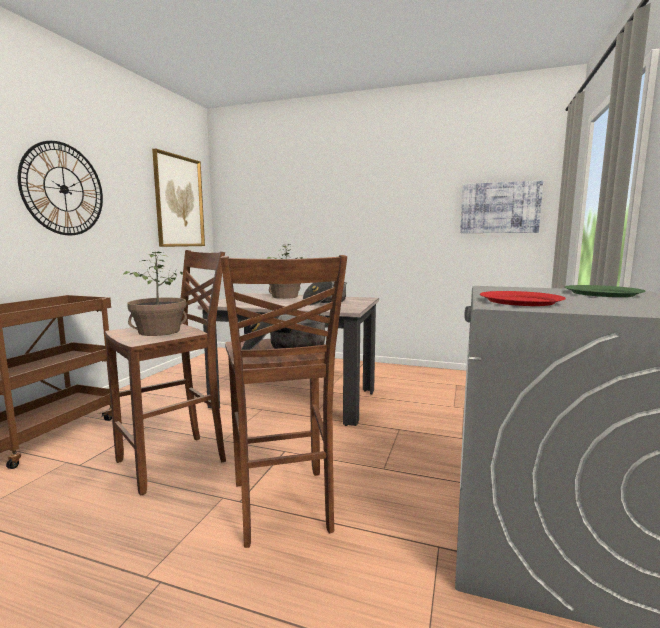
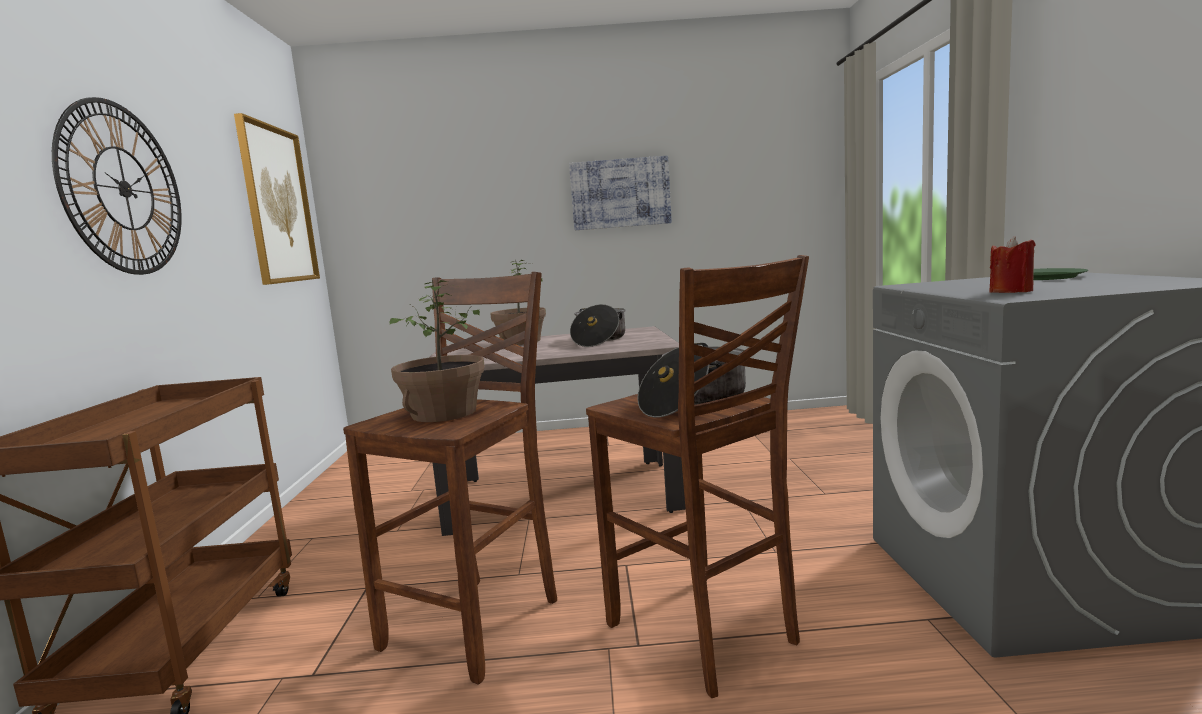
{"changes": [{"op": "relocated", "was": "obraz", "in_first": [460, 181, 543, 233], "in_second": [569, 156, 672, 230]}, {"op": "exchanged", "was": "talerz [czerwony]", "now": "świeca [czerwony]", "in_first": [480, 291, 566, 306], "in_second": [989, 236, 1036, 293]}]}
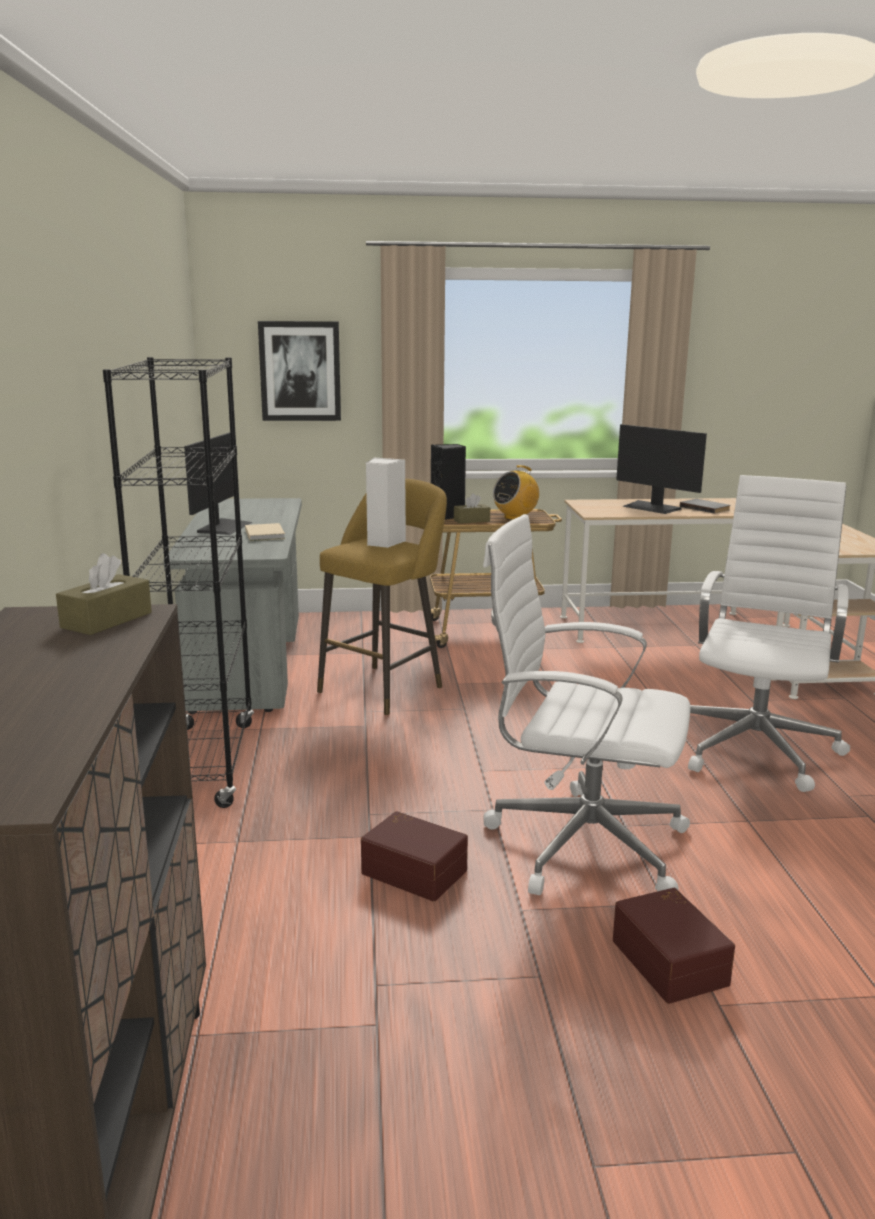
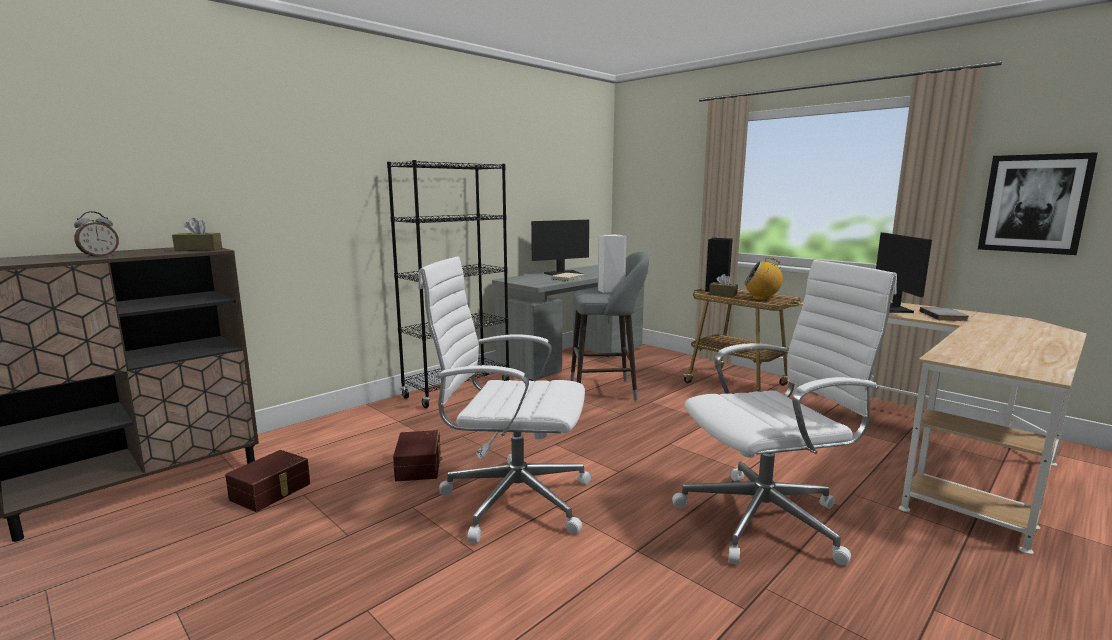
{"changes": [{"op": "relocated", "was": "obraz", "in_first": [258, 321, 341, 421], "in_second": [978, 152, 1098, 255]}, {"op": "colour", "was": "stołek [żółty]", "now": "stołek [szary]", "in_first": [317, 479, 447, 715], "in_second": [570, 252, 649, 401]}, {"op": "spun", "was": "krzesło biurowe [biały]", "in_first": [483, 514, 691, 895], "in_second": [418, 256, 592, 543], "clockwise": -60}, {"op": "relocated", "was": "pojemnik do przechowywania [brązowy]", "in_first": [613, 888, 735, 1004], "in_second": [225, 450, 310, 512]}, {"op": "appeared", "now": "budzik", "in_second": [74, 211, 119, 258]}]}
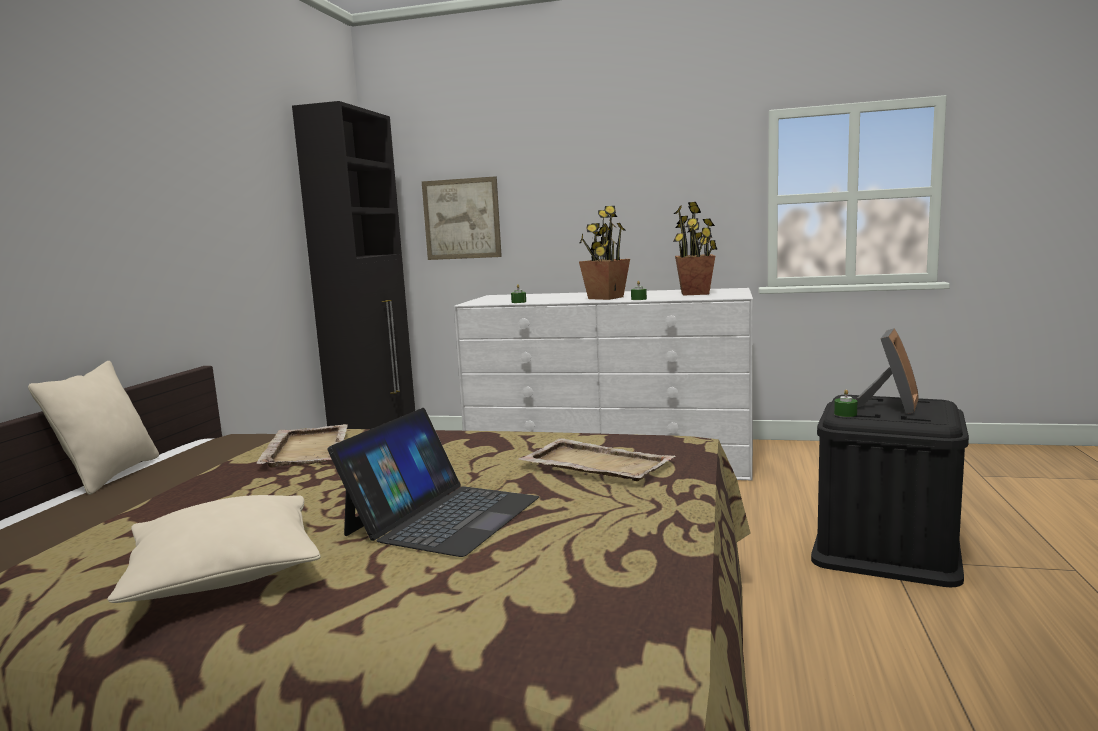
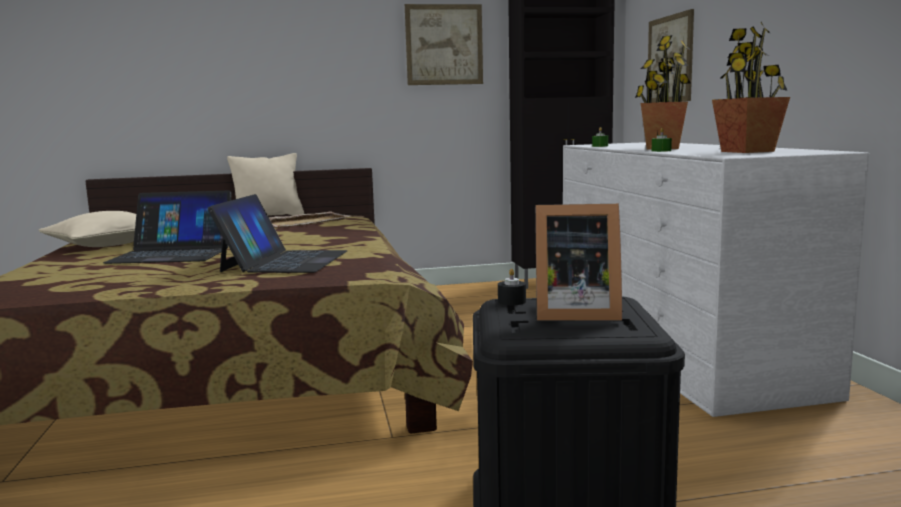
{"changes": [{"op": "exchanged", "was": "taca [beżowy]", "now": "laptop", "in_first": [518, 438, 676, 481], "in_second": [208, 194, 347, 273]}, {"op": "colour", "was": "świeca [zielony]", "now": "świeca [czarny]", "in_first": [834, 389, 857, 417], "in_second": [498, 269, 526, 305]}, {"op": "appeared", "now": "obraz", "in_second": [405, 4, 483, 85]}]}
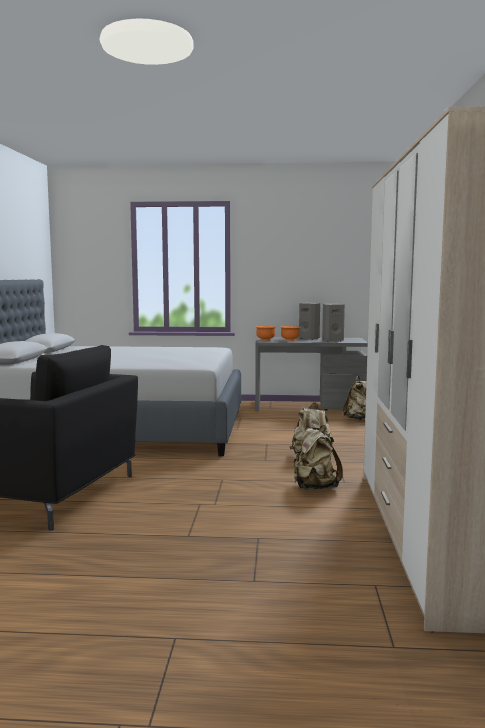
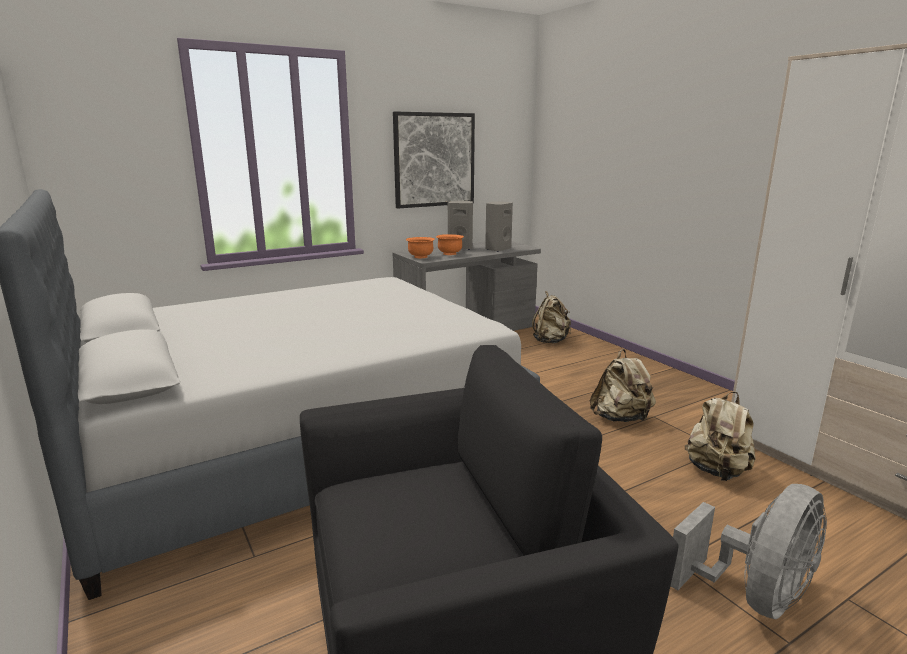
{"changes": [{"op": "appeared", "now": "obraz", "in_second": [393, 112, 475, 209]}, {"op": "appeared", "now": "wentylator [szary]", "in_second": [671, 484, 827, 619]}]}
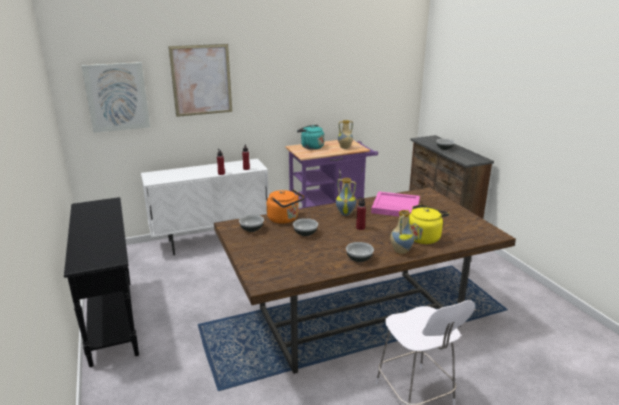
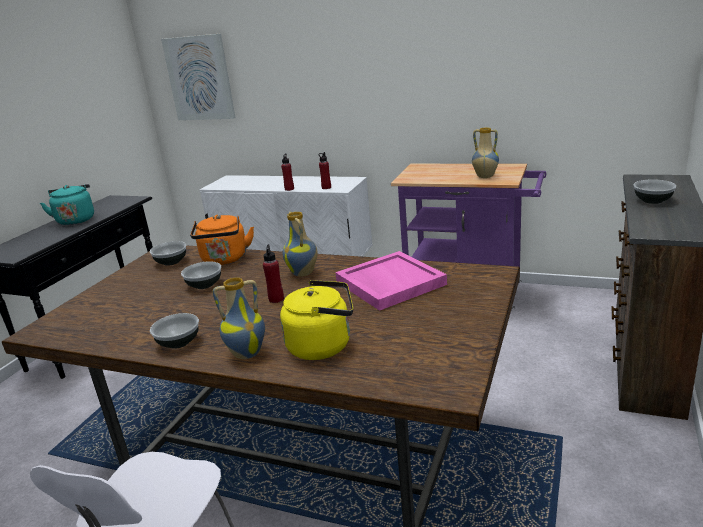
{"changes": [{"op": "missing", "was": "obraz", "in_first": [168, 44, 232, 117]}, {"op": "relocated", "was": "czajnik [turkusowy]", "in_first": [297, 125, 324, 150], "in_second": [40, 184, 94, 225]}]}
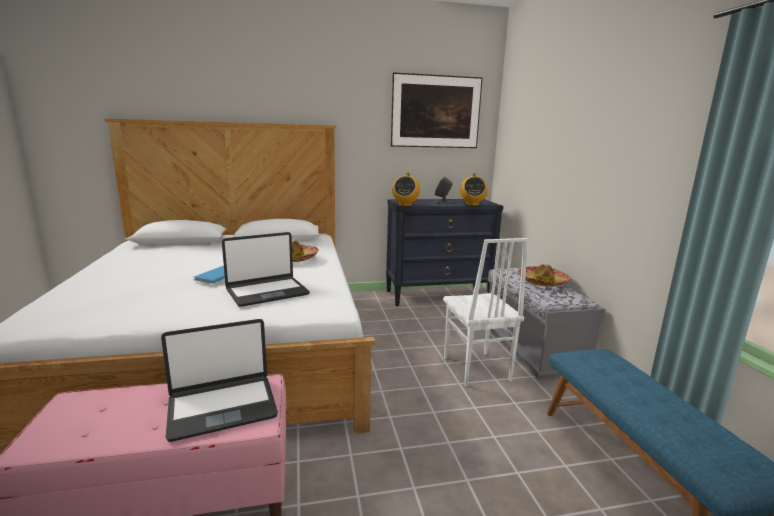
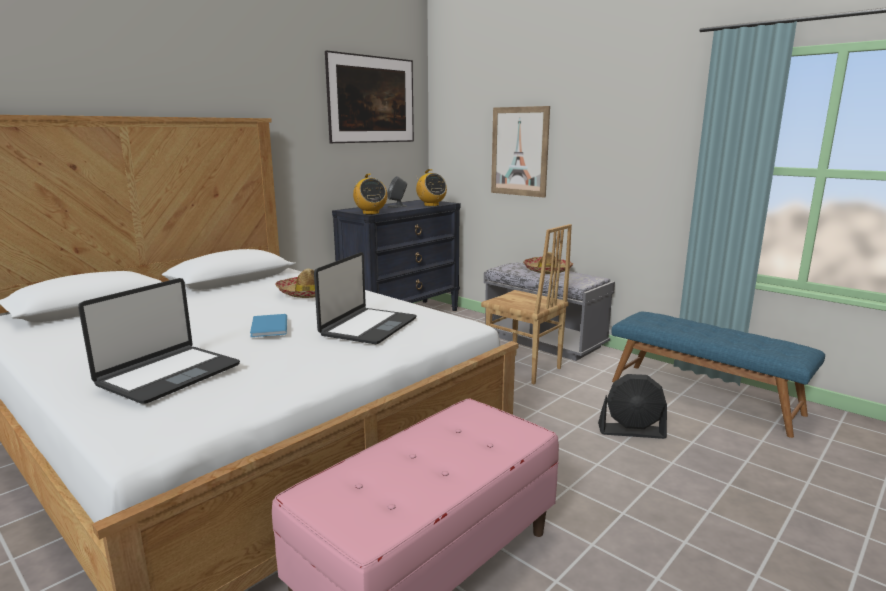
{"changes": [{"op": "relocated", "was": "laptop", "in_first": [161, 319, 278, 442], "in_second": [78, 278, 240, 404]}, {"op": "colour", "was": "krzesło [biały]", "now": "krzesło [brązowy]", "in_first": [443, 238, 528, 387], "in_second": [481, 224, 572, 384]}, {"op": "appeared", "now": "obraz", "in_second": [491, 106, 550, 198]}, {"op": "appeared", "now": "wentylator [czarny]", "in_second": [598, 374, 667, 439]}]}
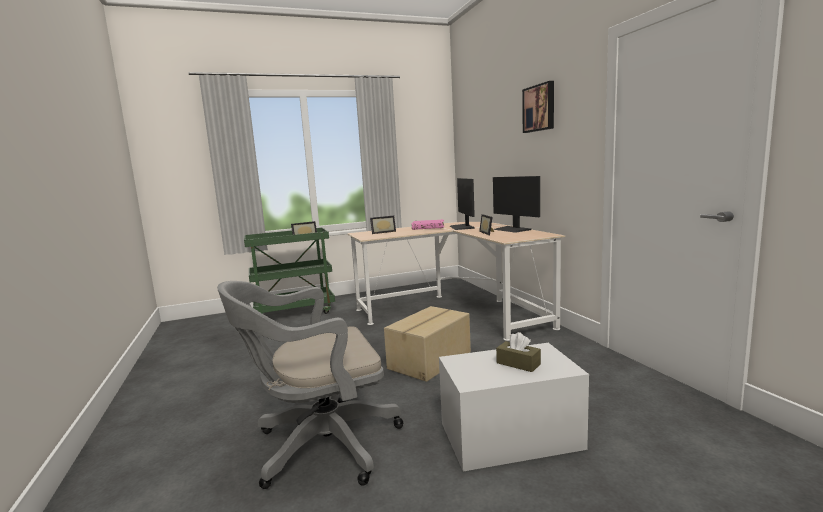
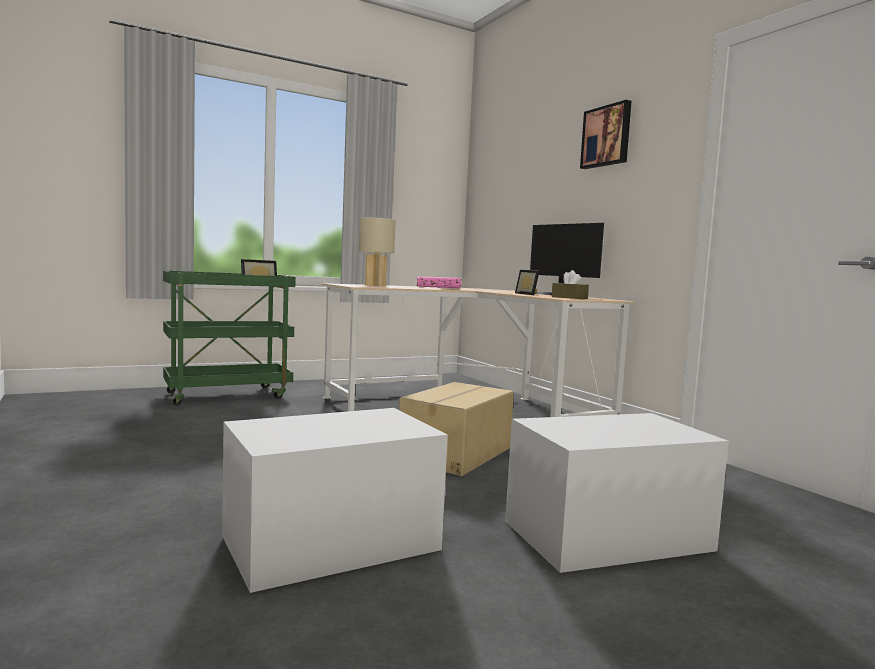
{"changes": [{"op": "exchanged", "was": "krzesło biurowe [szary]", "now": "pojemnik do przechowywania [biały]", "in_first": [217, 281, 403, 489], "in_second": [222, 408, 448, 593]}, {"op": "exchanged", "was": "ramka na zdjęcie", "now": "lampa stołowa [beżowy]", "in_first": [370, 216, 396, 234], "in_second": [359, 218, 396, 286]}, {"op": "missing", "was": "monitor", "in_first": [449, 178, 475, 230]}, {"op": "relocated", "was": "pudełko chusteczek [brązowy]", "in_first": [496, 332, 541, 372], "in_second": [552, 270, 589, 299]}]}
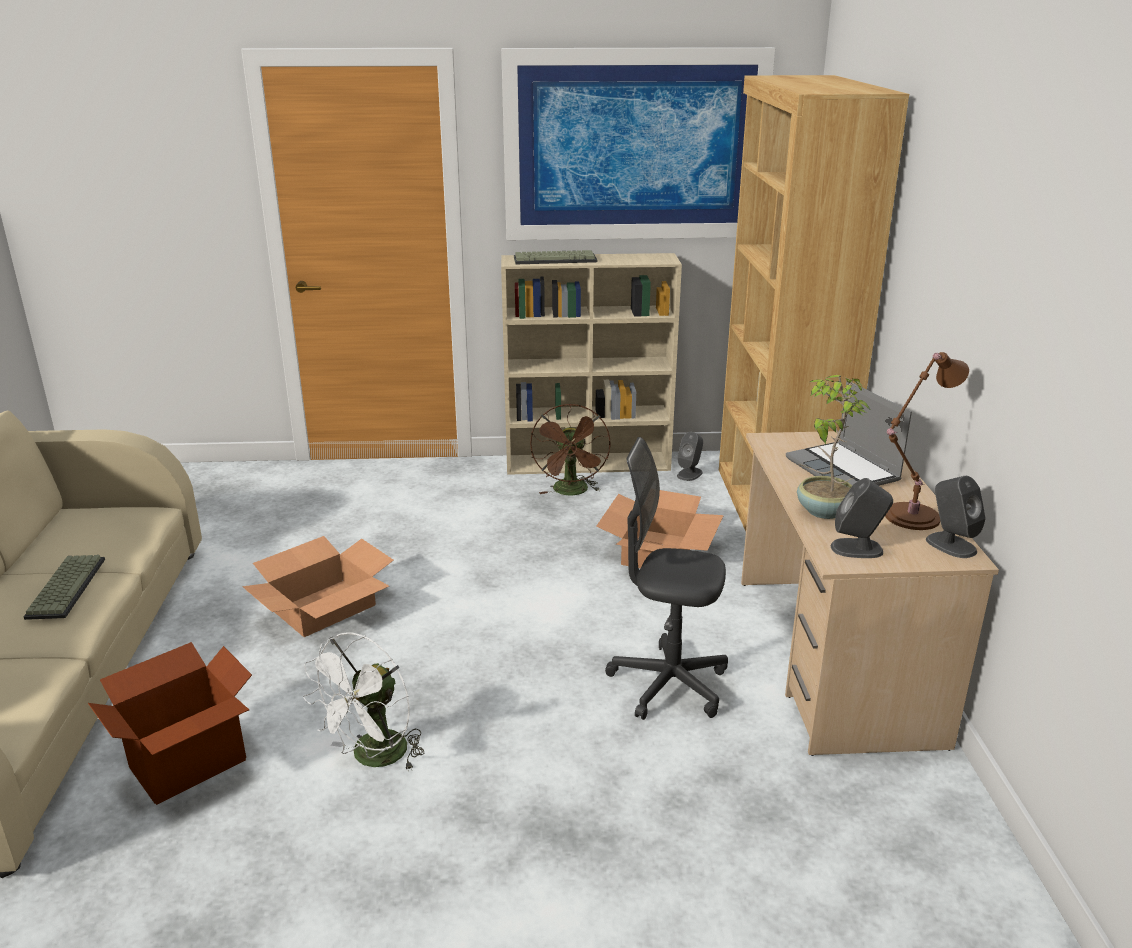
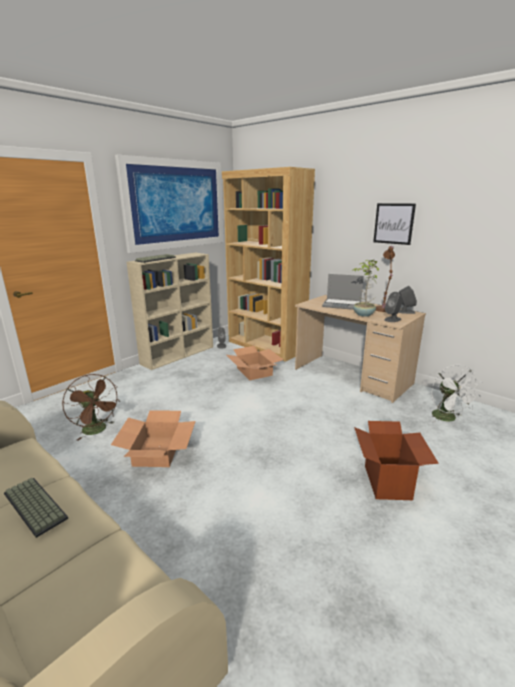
{"changes": [{"op": "relocated", "was": "karton", "in_first": [88, 642, 252, 805], "in_second": [354, 421, 439, 500]}, {"op": "relocated", "was": "wentylator [biały]", "in_first": [303, 632, 424, 772], "in_second": [432, 364, 481, 423]}, {"op": "relocated", "was": "wentylator [brązowy]", "in_first": [530, 404, 610, 496], "in_second": [62, 374, 120, 441]}, {"op": "missing", "was": "krzesło biurowe [szary]", "in_first": [605, 437, 728, 720]}, {"op": "appeared", "now": "obraz", "in_second": [373, 203, 416, 245]}]}
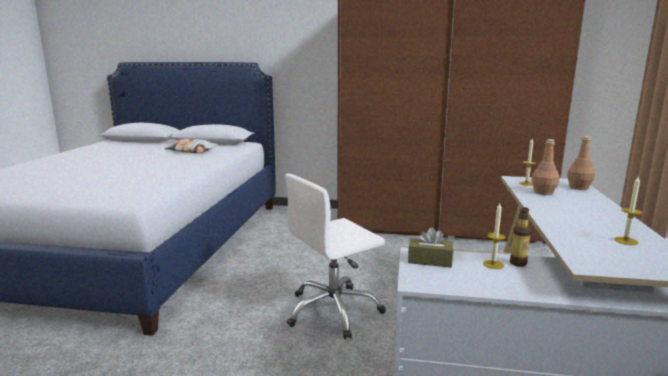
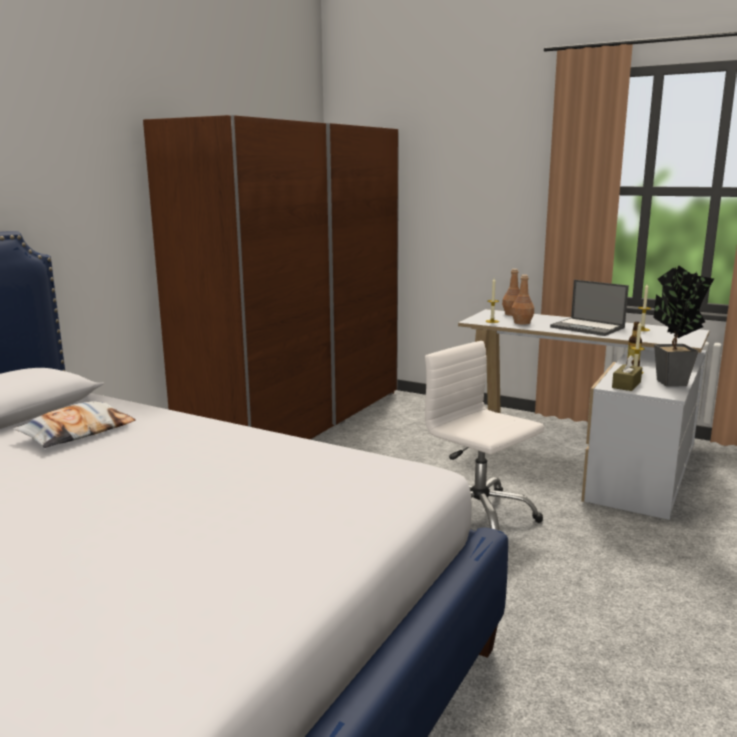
{"changes": [{"op": "spun", "was": "krzesło biurowe [biały]", "in_first": [285, 173, 386, 339], "in_second": [425, 341, 544, 530], "clockwise": 150}, {"op": "appeared", "now": "laptop", "in_second": [550, 280, 629, 336]}, {"op": "appeared", "now": "roślina doniczkowa", "in_second": [654, 266, 714, 387]}]}
